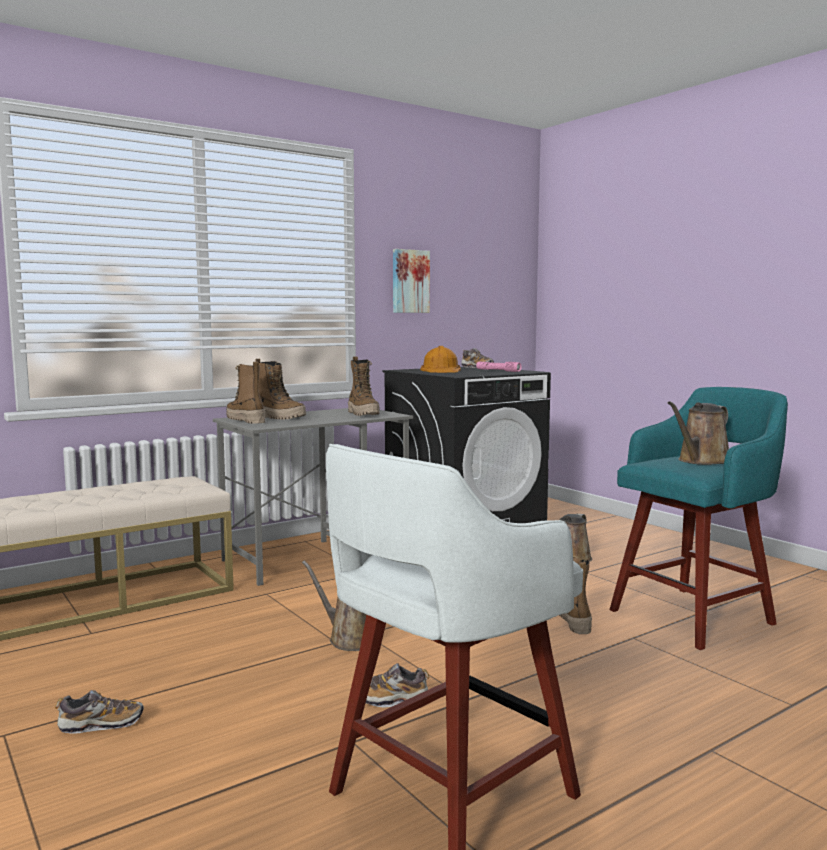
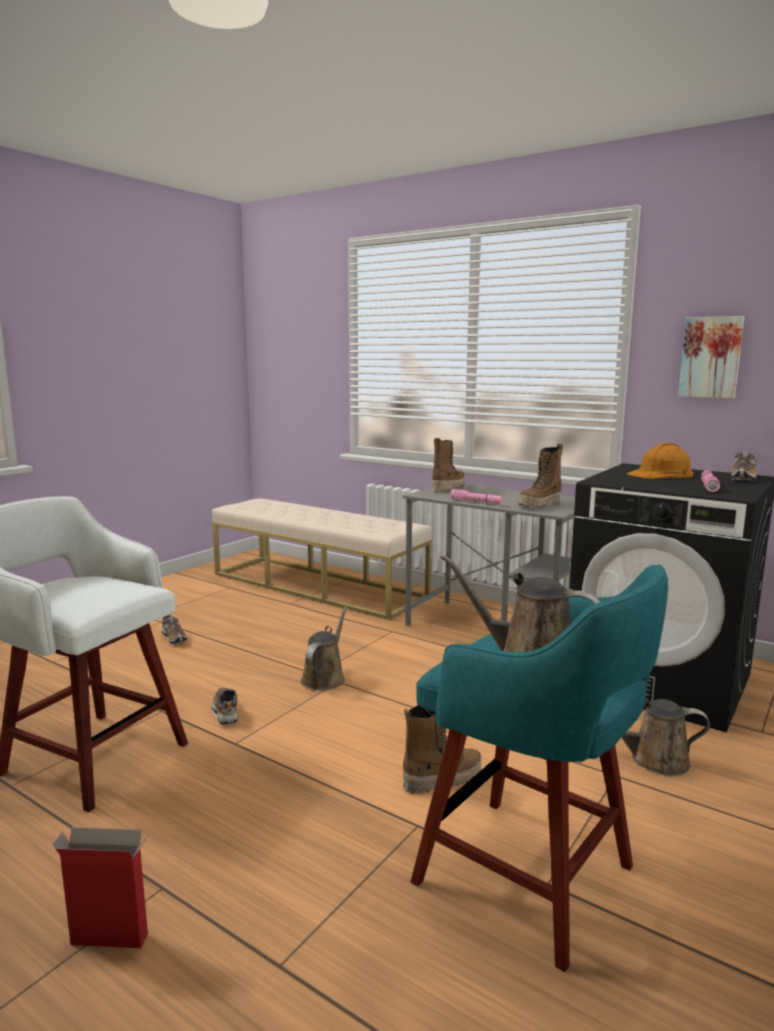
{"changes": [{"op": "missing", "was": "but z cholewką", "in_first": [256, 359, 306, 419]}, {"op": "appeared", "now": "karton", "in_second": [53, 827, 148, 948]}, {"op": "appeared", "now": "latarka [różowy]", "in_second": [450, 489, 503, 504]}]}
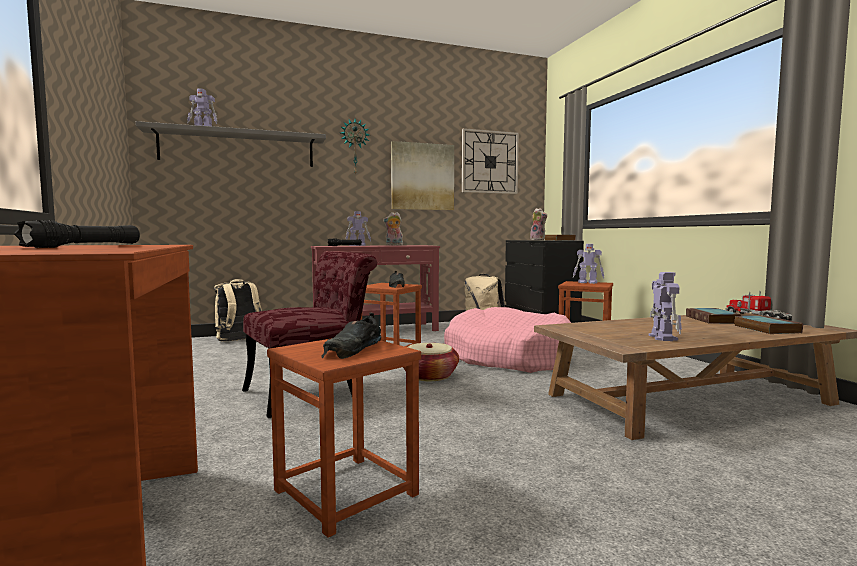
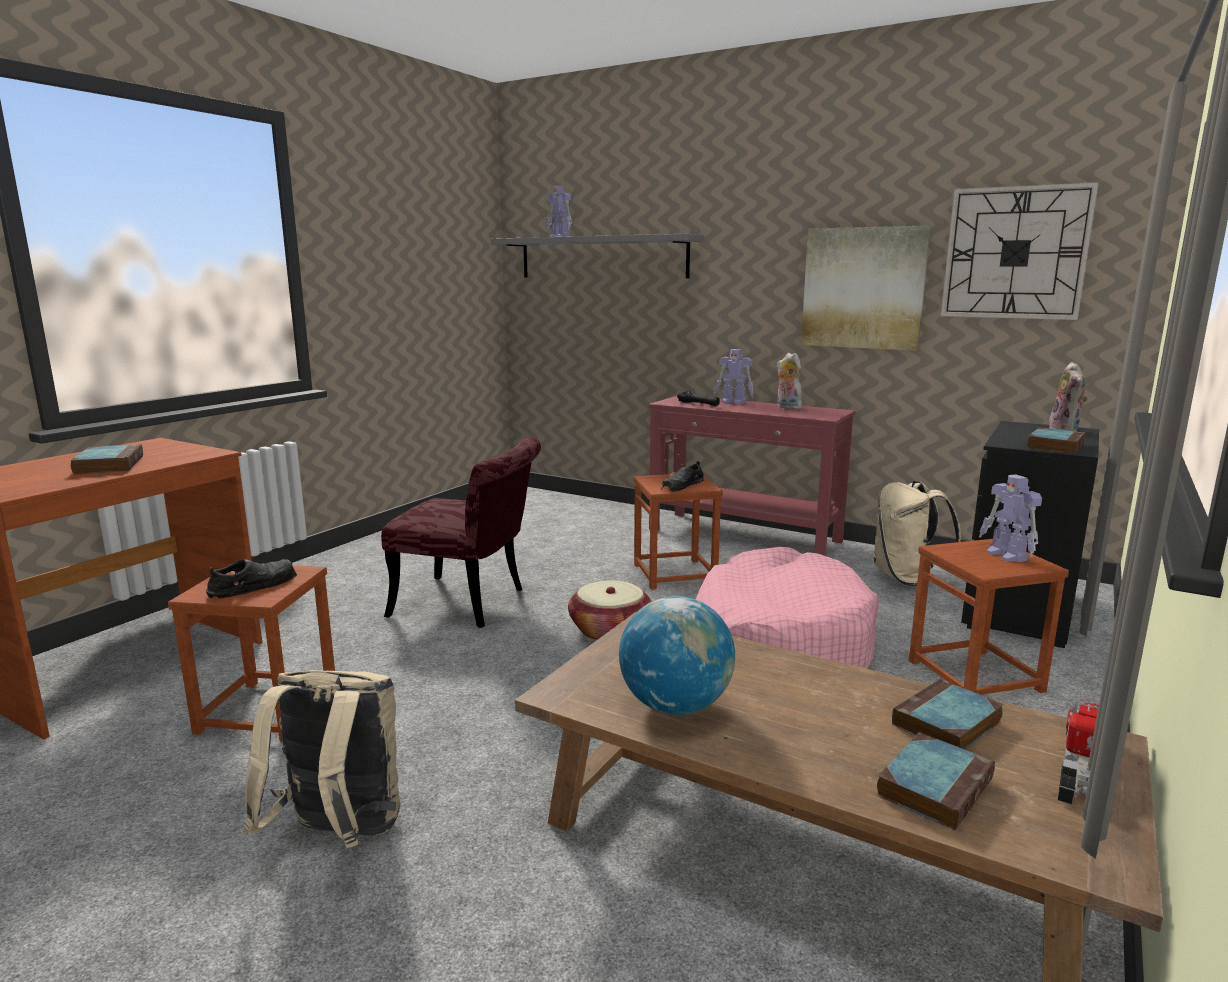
{"changes": [{"op": "exchanged", "was": "latarka [czarny]", "now": "książka", "in_first": [14, 220, 140, 248], "in_second": [70, 444, 143, 475]}, {"op": "relocated", "was": "plecak [beżowy]", "in_first": [214, 279, 262, 342], "in_second": [243, 670, 400, 848]}, {"op": "spun", "was": "but [czarny]", "in_first": [321, 313, 381, 359], "in_second": [206, 559, 297, 598], "clockwise": 150}, {"op": "missing", "was": "zegar ścienny", "in_first": [341, 119, 369, 174]}, {"op": "exchanged", "was": "robot zabawkowy", "now": "globus", "in_first": [649, 272, 682, 341], "in_second": [619, 596, 735, 715]}]}
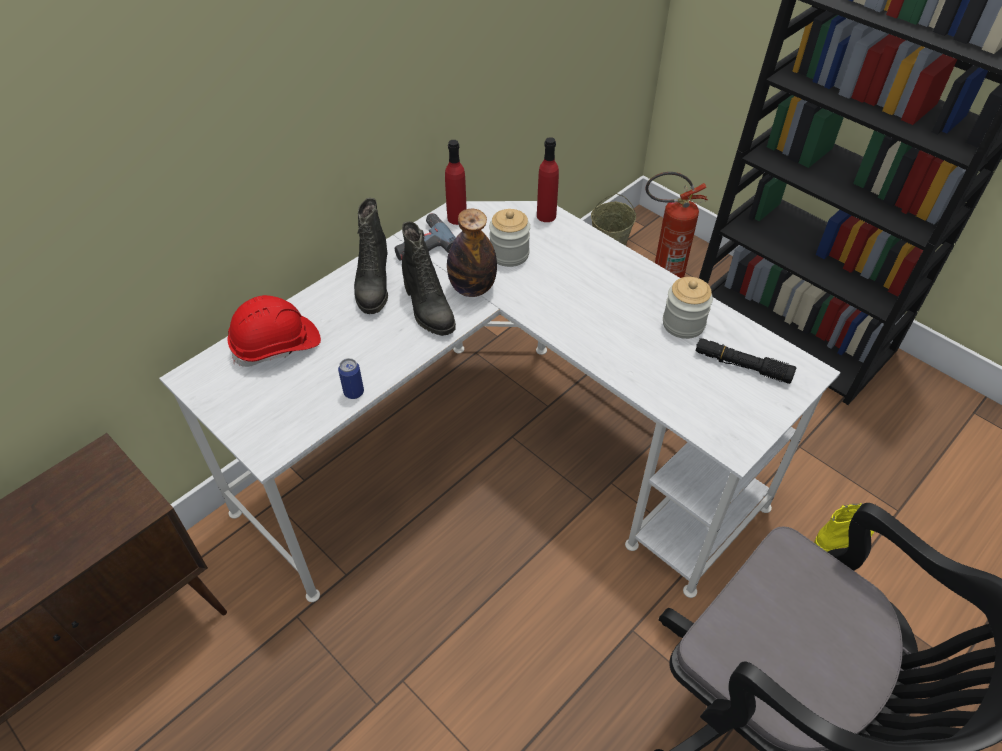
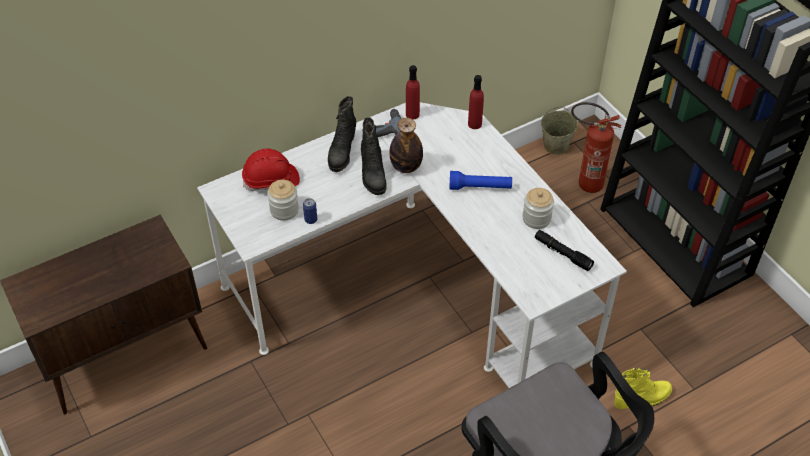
{"changes": [{"op": "relocated", "was": "słoik", "in_first": [489, 209, 530, 267], "in_second": [267, 180, 299, 221]}, {"op": "appeared", "now": "latarka [niebieski]", "in_second": [449, 171, 512, 190]}]}
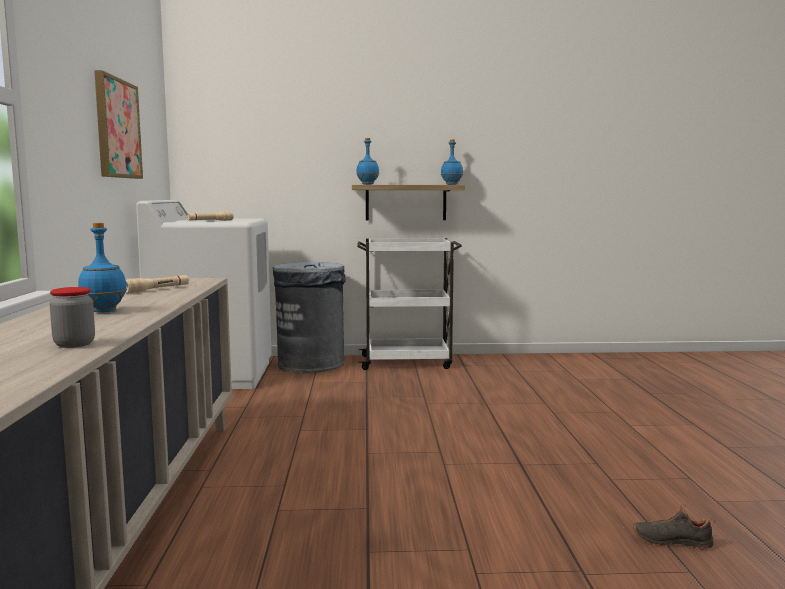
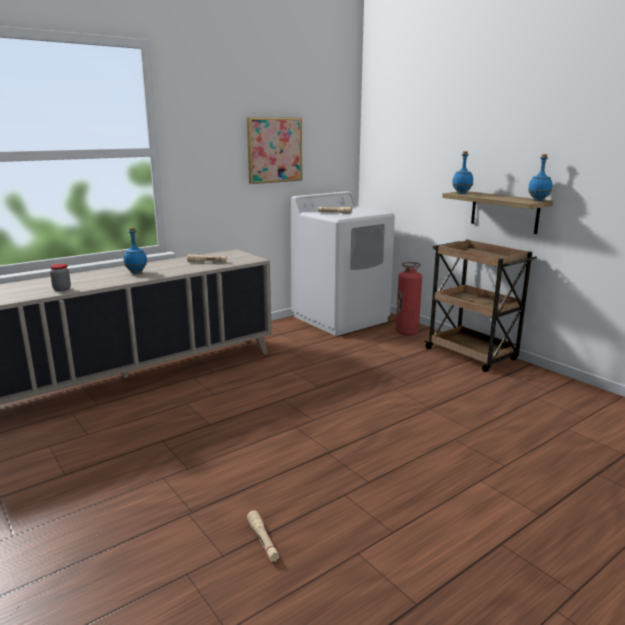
{"changes": [{"op": "exchanged", "was": "kosz na śmieci [szary]", "now": "gaśnica", "in_first": [272, 262, 346, 374], "in_second": [396, 262, 422, 335]}, {"op": "colour", "was": "wózek [biały]", "now": "wózek [brązowy]", "in_first": [357, 238, 462, 370], "in_second": [424, 239, 537, 372]}, {"op": "exchanged", "was": "but [czarny]", "now": "latarka [beżowy]", "in_first": [633, 503, 716, 550], "in_second": [247, 510, 279, 562]}]}
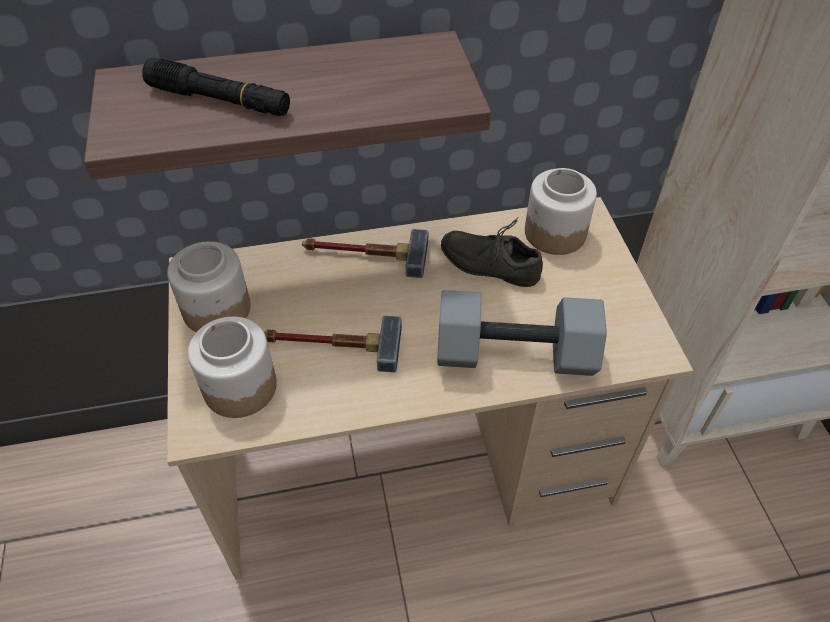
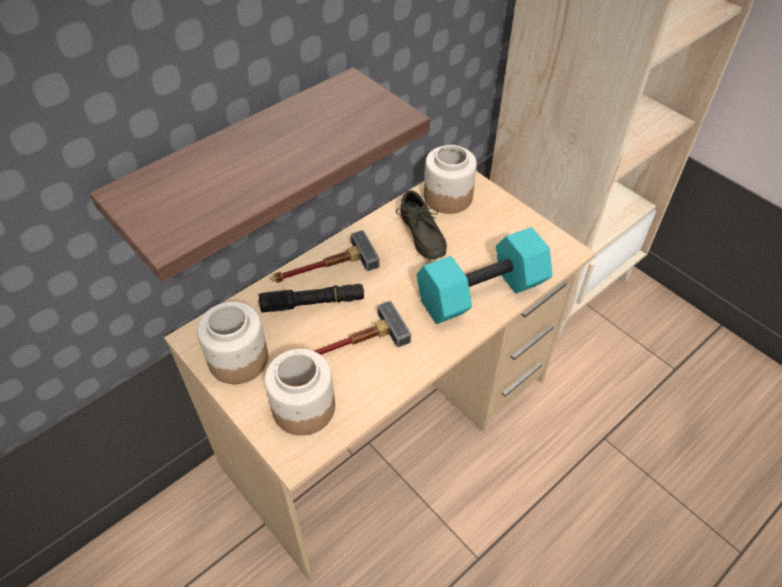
{"changes": [{"op": "relocated", "was": "latarka [czarny]", "in_first": [142, 58, 290, 116], "in_second": [259, 284, 364, 312]}, {"op": "colour", "was": "hantel [szary]", "now": "hantel [turkusowy]", "in_first": [437, 290, 607, 376], "in_second": [416, 227, 552, 324]}, {"op": "spun", "was": "but [szary]", "in_first": [441, 216, 543, 287], "in_second": [396, 190, 447, 260], "clockwise": -105}]}
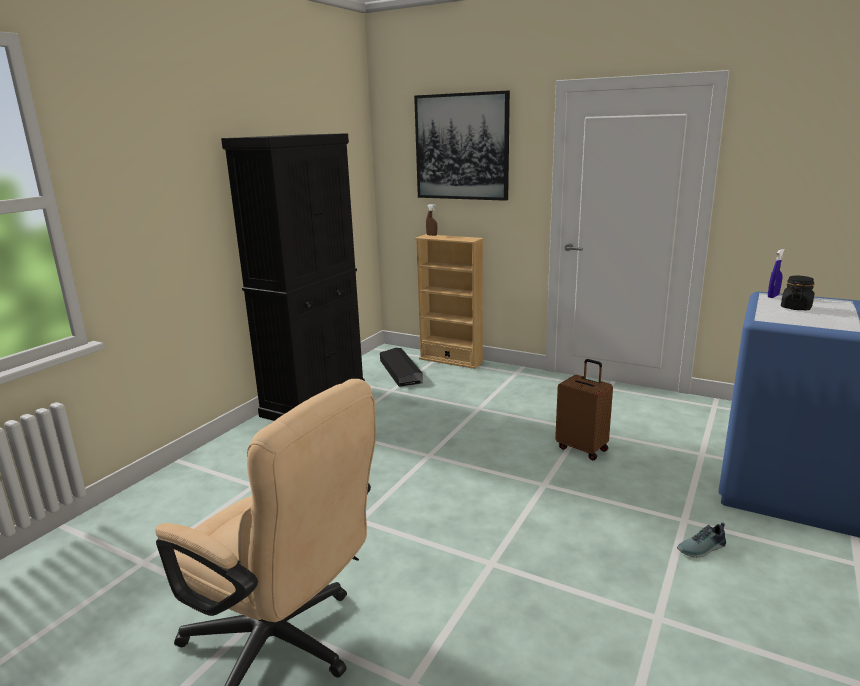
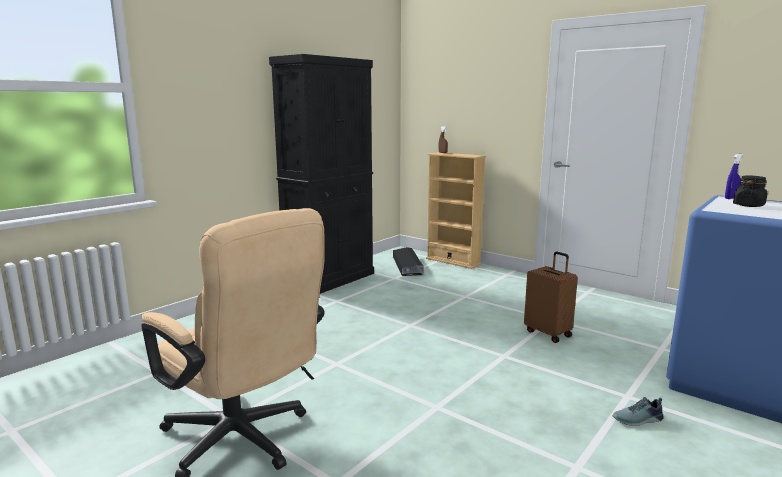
{"changes": [{"op": "missing", "was": "obraz", "in_first": [414, 91, 510, 201]}]}
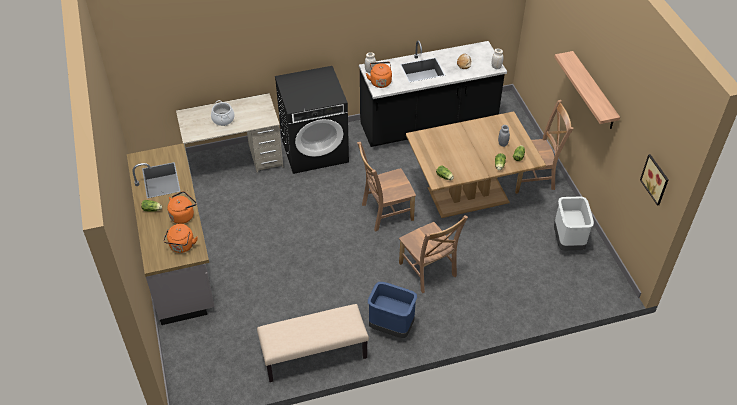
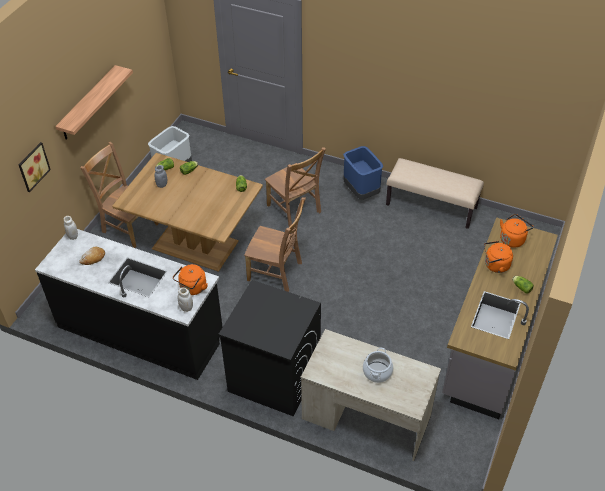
{"changes": [{"op": "spun", "was": "krzesło [brązowy]", "in_first": [399, 215, 468, 293], "in_second": [265, 147, 326, 227], "clockwise": 135}, {"op": "relocated", "was": "obraz", "in_first": [640, 154, 669, 206], "in_second": [19, 142, 51, 192]}]}
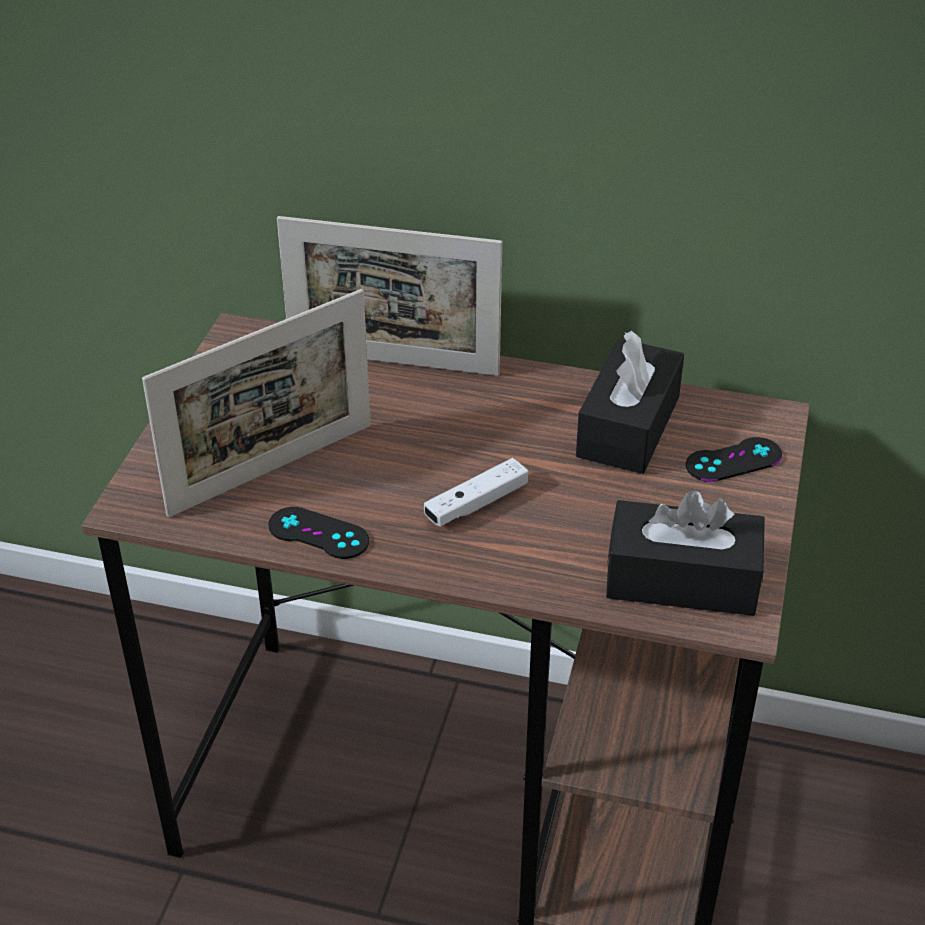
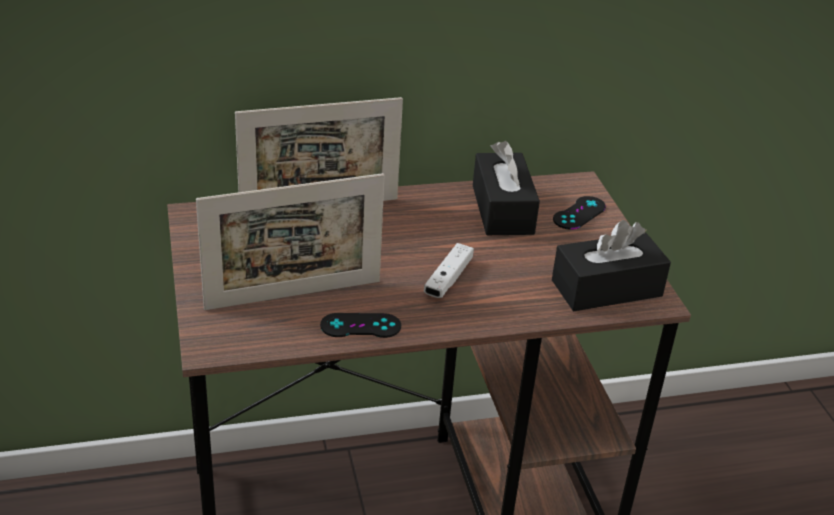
{"changes": [{"op": "spun", "was": "ramka na zdjęcie", "in_first": [142, 289, 371, 517], "in_second": [196, 173, 385, 310], "clockwise": 45}]}
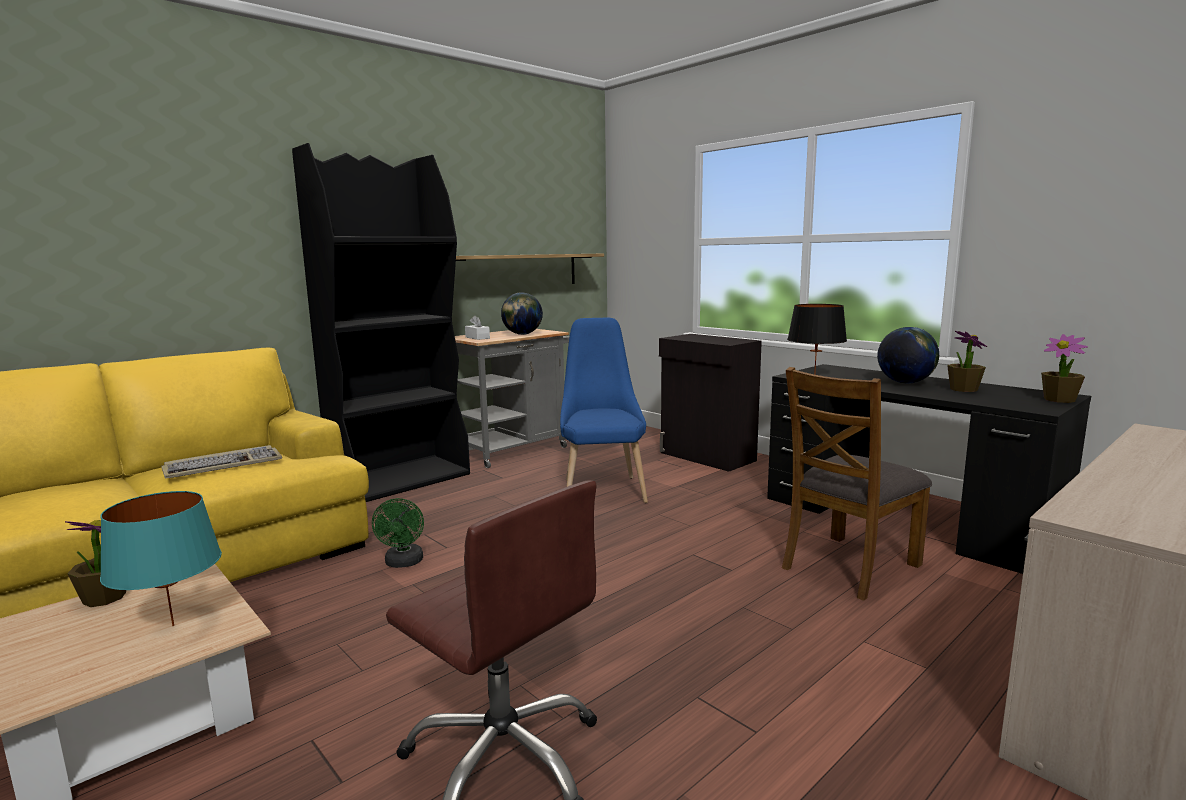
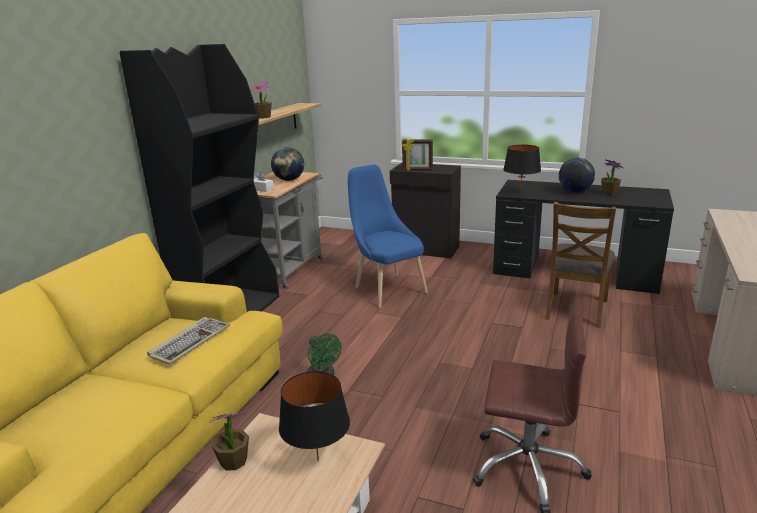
{"changes": [{"op": "colour", "was": "lampa stołowa [turkusowy]", "now": "lampa stołowa [czarny]", "in_first": [100, 491, 222, 626], "in_second": [279, 371, 350, 462]}, {"op": "relocated", "was": "roślina doniczkowa", "in_first": [1041, 334, 1088, 403], "in_second": [251, 81, 272, 119]}, {"op": "appeared", "now": "ramka na zdjęcie", "in_second": [402, 139, 433, 171]}]}
